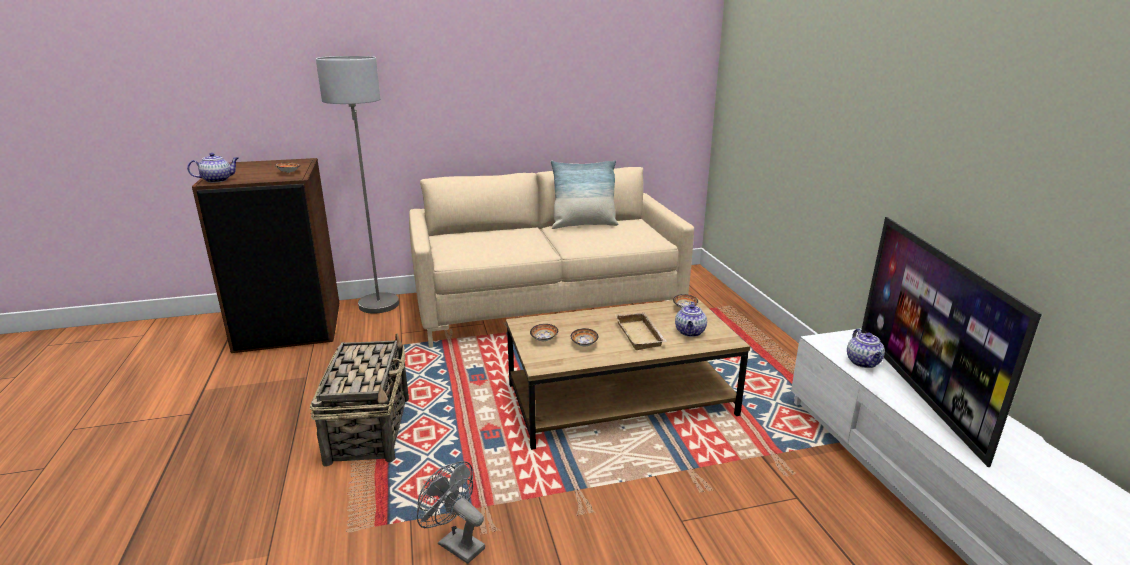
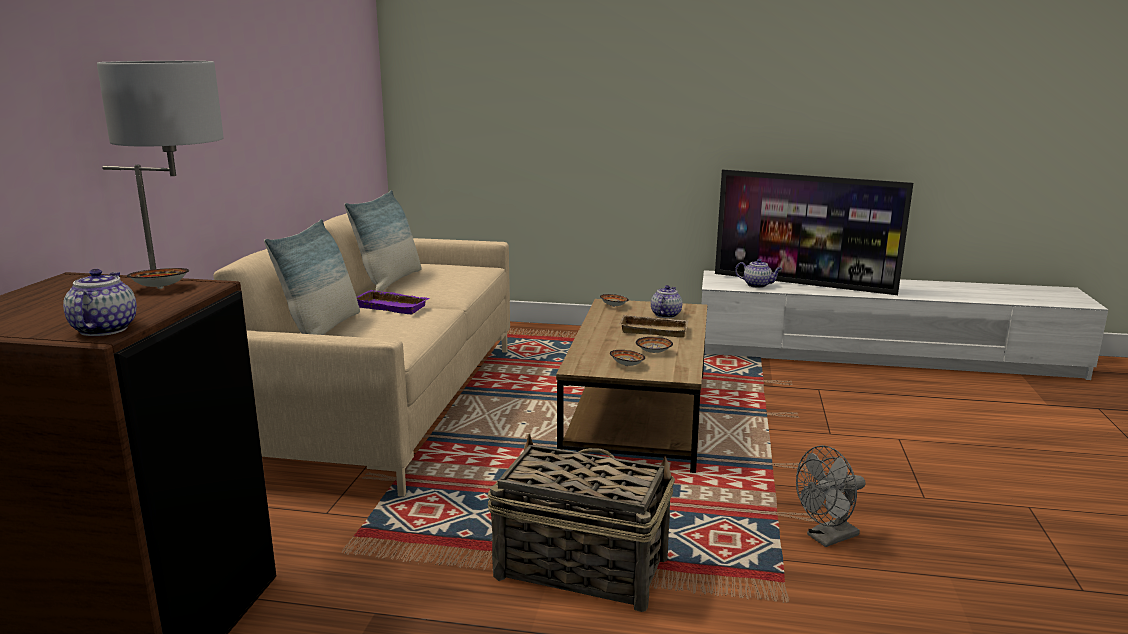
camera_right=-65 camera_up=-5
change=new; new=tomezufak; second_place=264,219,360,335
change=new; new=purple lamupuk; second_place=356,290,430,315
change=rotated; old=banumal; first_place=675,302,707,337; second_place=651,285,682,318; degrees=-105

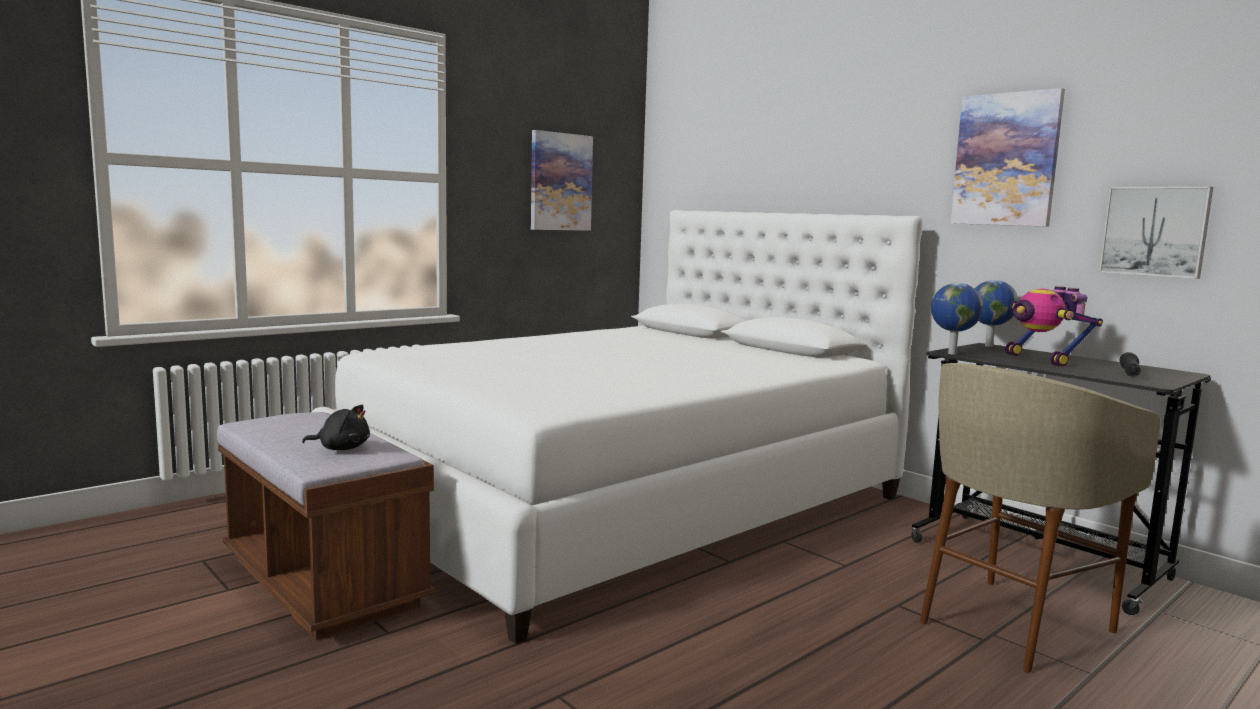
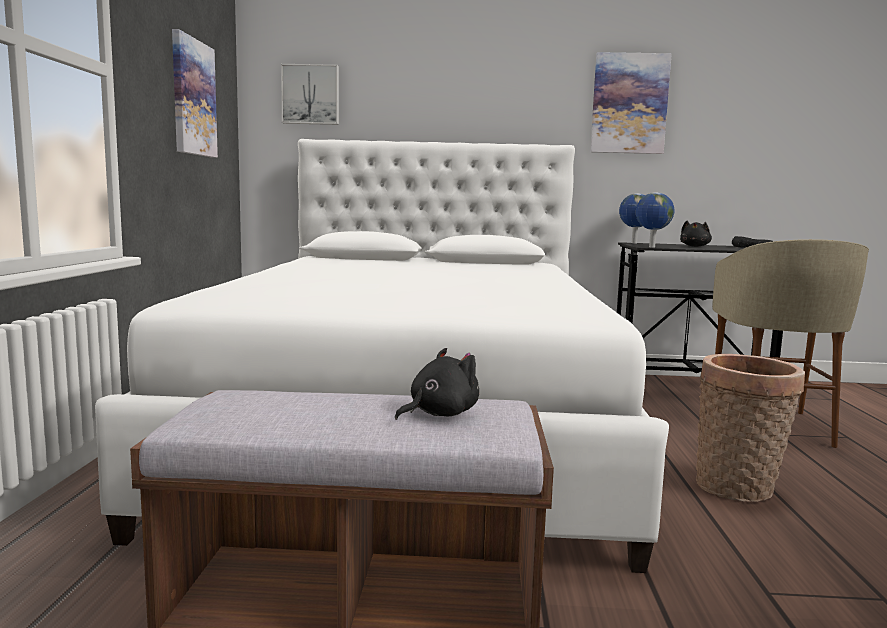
camera_right=-45 camera_up=0
change=new; new=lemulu; second_place=696,354,805,502
change=shifted; old=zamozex; first_place=1099,186,1213,279; second_place=281,64,339,125
change=swapped; old=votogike; new=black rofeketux; first_place=1005,286,1103,367; second_place=680,221,712,247

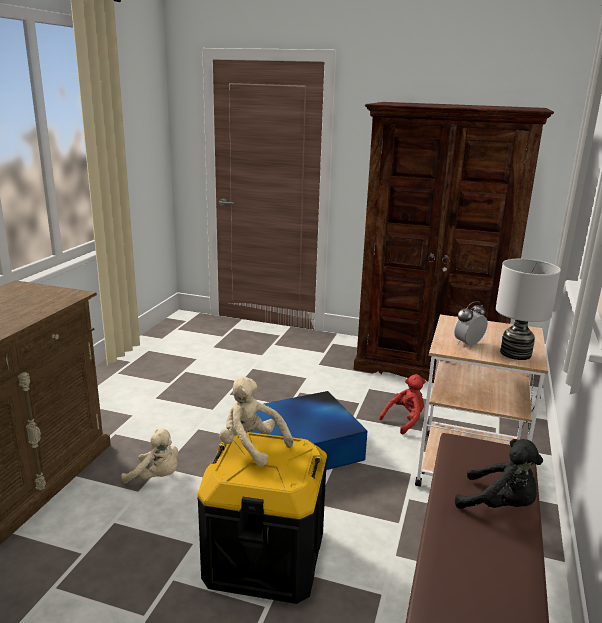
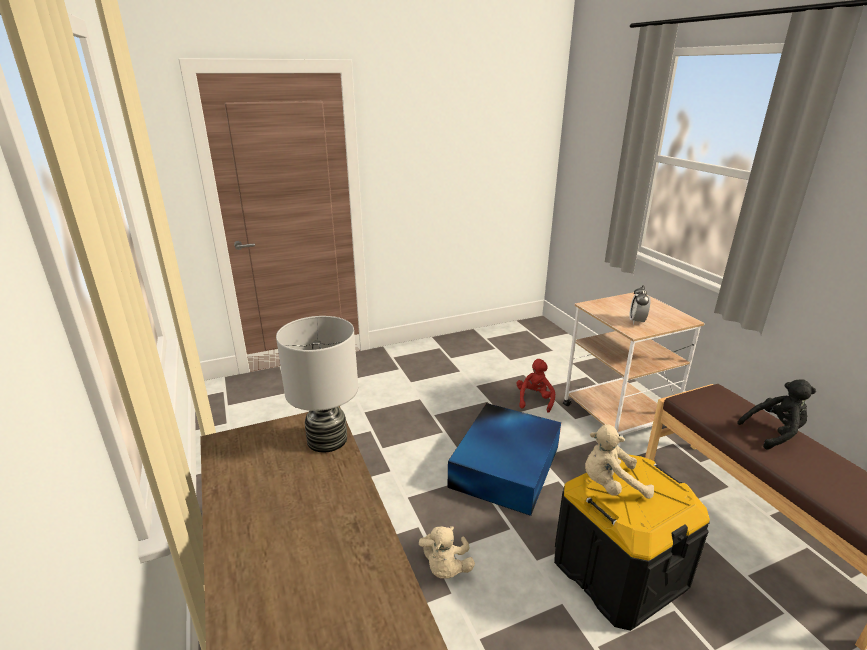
camera_right=-40 camera_up=5
change=gone; old=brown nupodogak; first_place=354,102,554,383
change=shifted; old=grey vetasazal; first_place=496,259,561,360; second_place=276,316,358,452
change=rotated; old=beige rofeketux; first_place=121,429,179,484; second_place=419,526,475,579; degrees=120

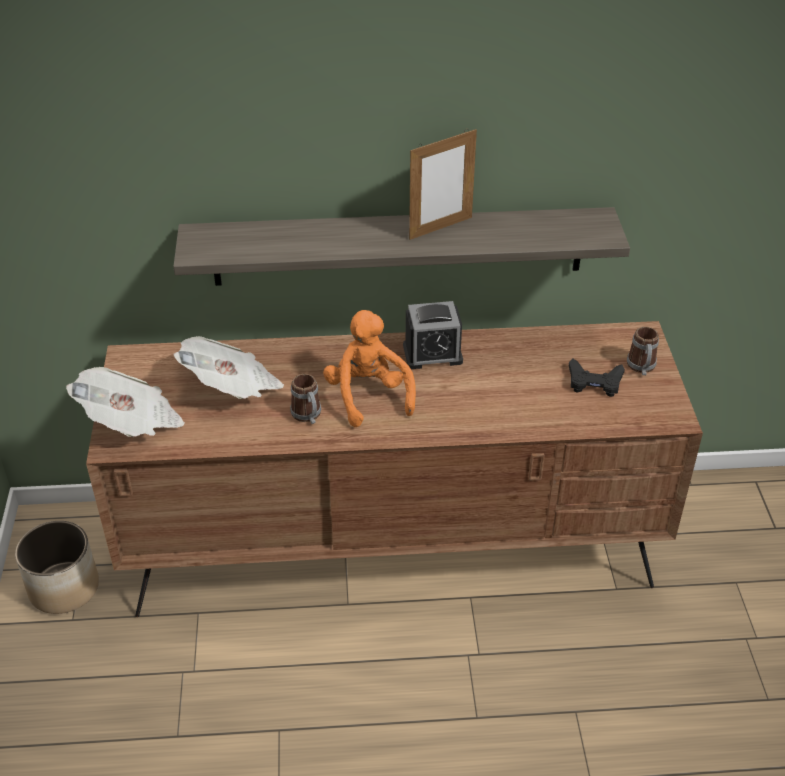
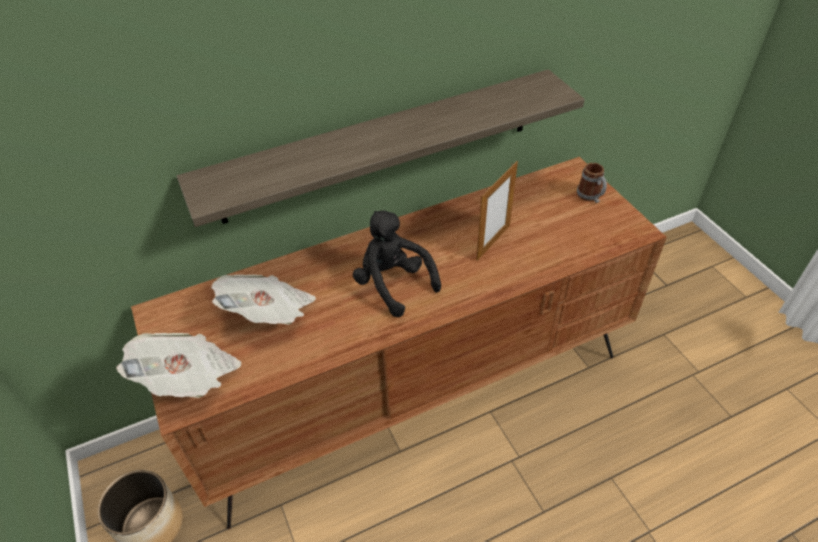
camera_right=-20 camera_up=5
change=gone; old=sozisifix; first_place=290,374,321,424
change=gone; old=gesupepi; first_place=403,301,463,369
change=gone; old=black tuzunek; first_place=569,358,625,397
change=shifted; old=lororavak; first_place=409,129,477,240; second_place=476,161,518,261
change=repainted; old=orange rofeketux; new=black rofeketux; first_place=323,310,416,427; second_place=353,210,441,317

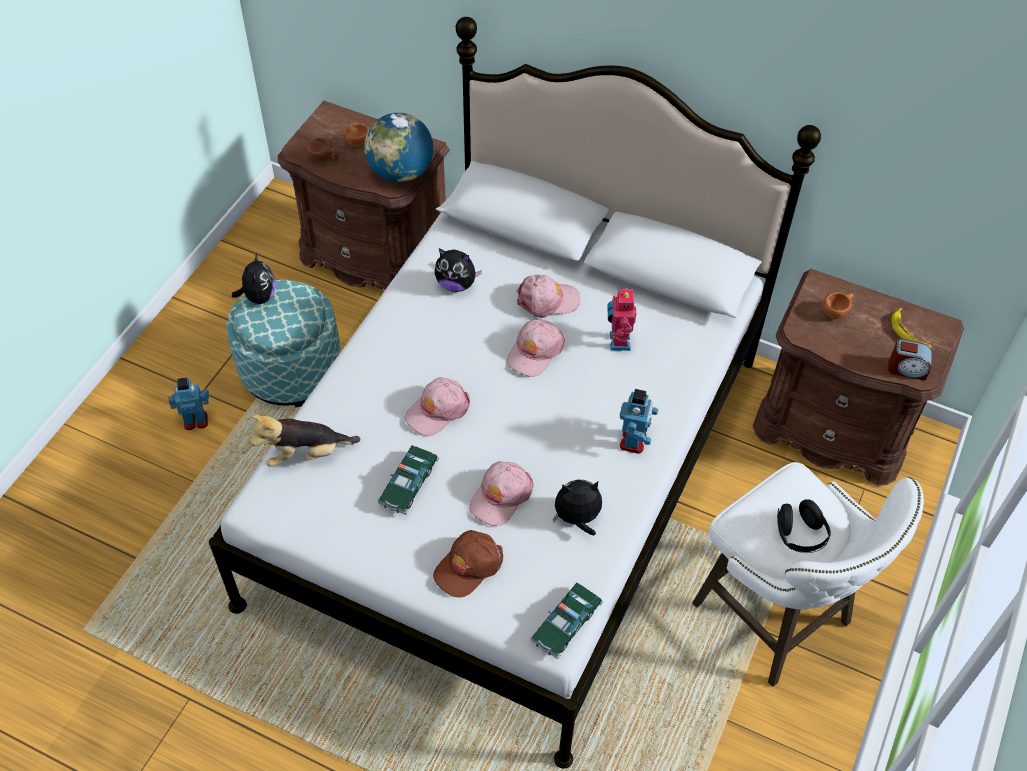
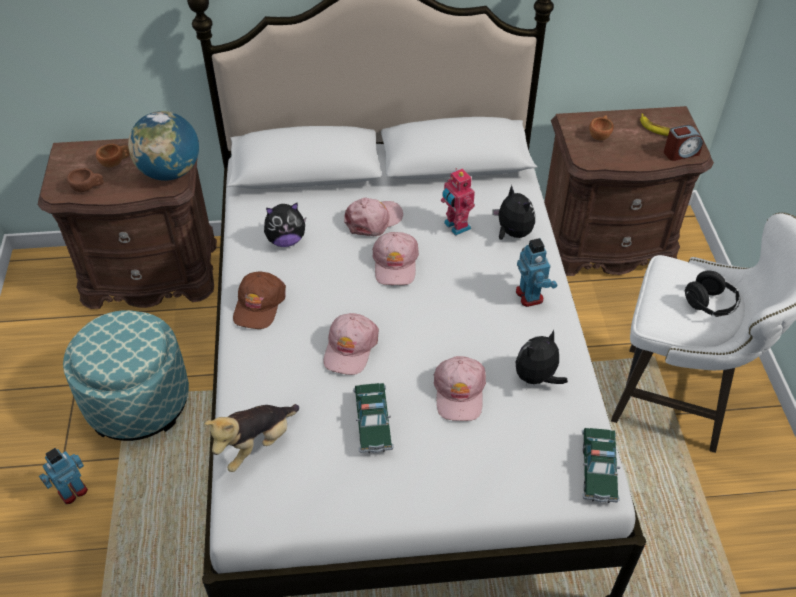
camera_right=-30 camera_up=-5
change=shifted; old=rofeketux; first_place=232,253,276,304; second_place=493,185,535,240
change=shifted; old=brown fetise; first_place=433,530,503,597; second_place=233,272,286,329

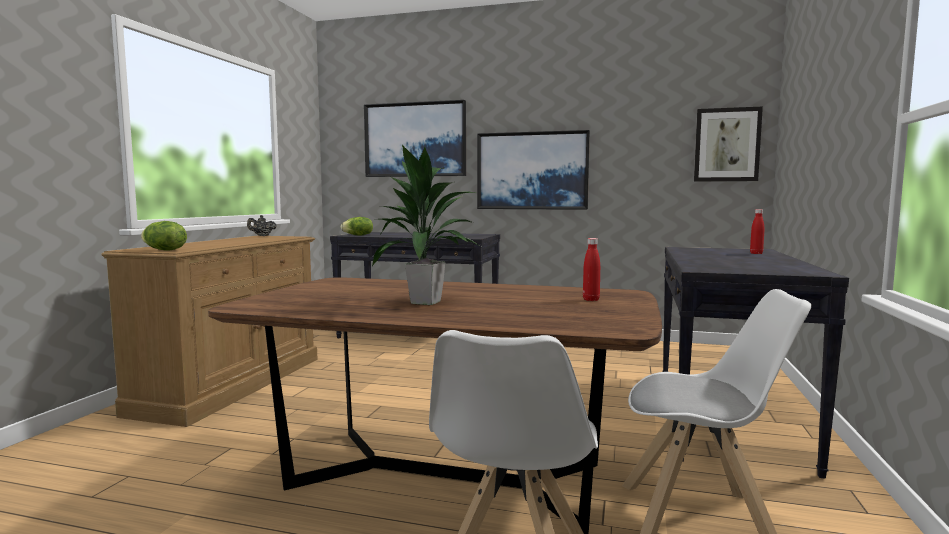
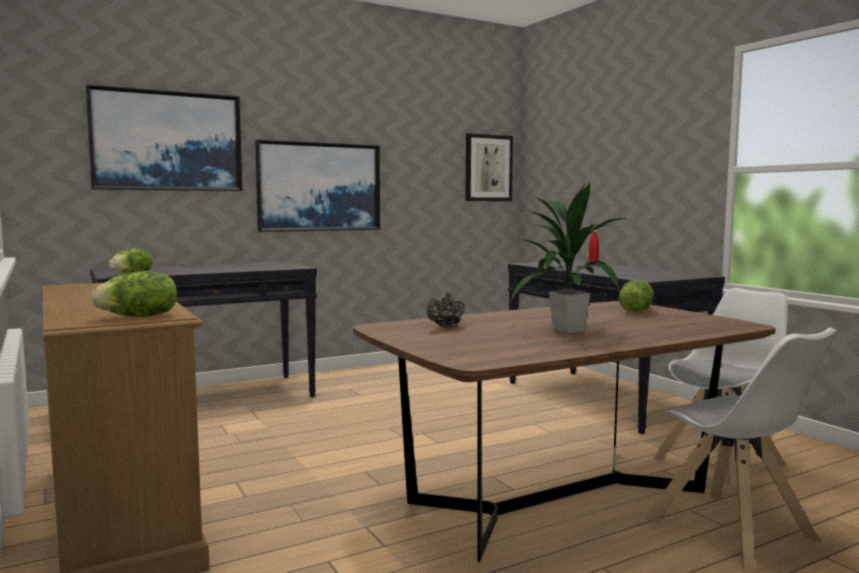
camera_right=-45 camera_up=0
change=shifted; old=black banumal; first_place=247,215,277,236; second_place=426,293,466,328
change=swapped; old=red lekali; new=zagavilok; first_place=583,238,600,301; second_place=619,280,654,313

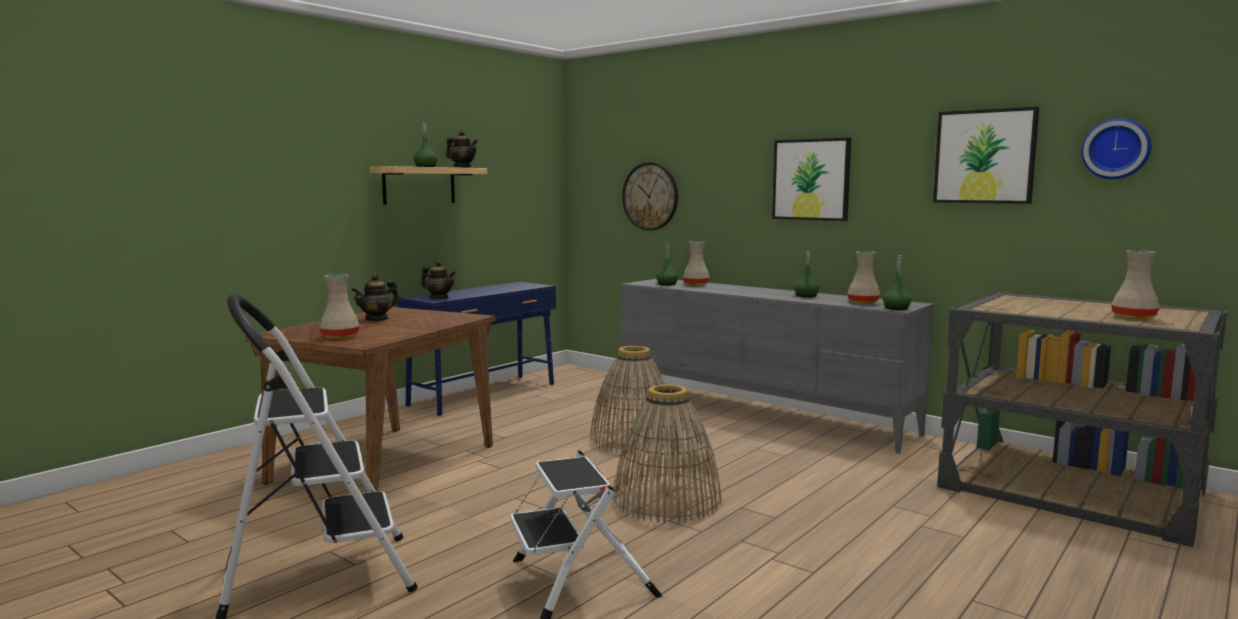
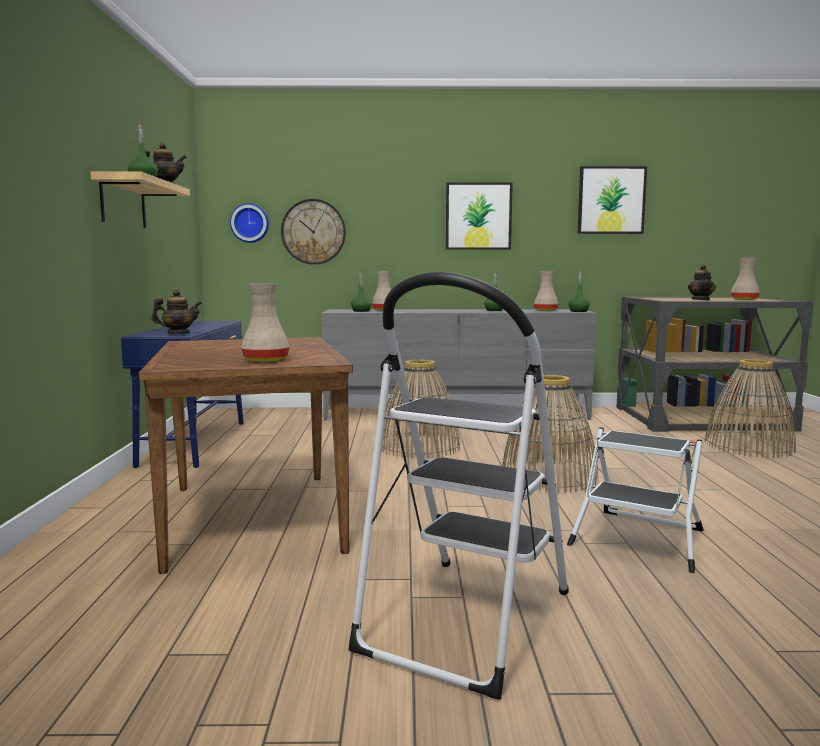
camera_right=-40 camera_up=0
change=new; new=lemulu; second_place=705,359,796,458
change=shifted; old=banumal; first_place=352,274,400,321; second_place=688,265,716,301
change=shifted; old=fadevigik; first_place=1081,118,1151,179; second_place=230,203,269,243

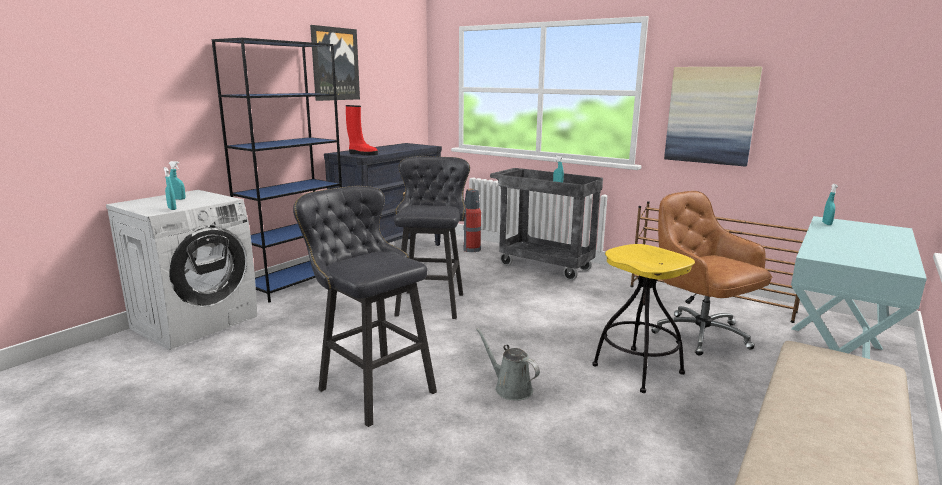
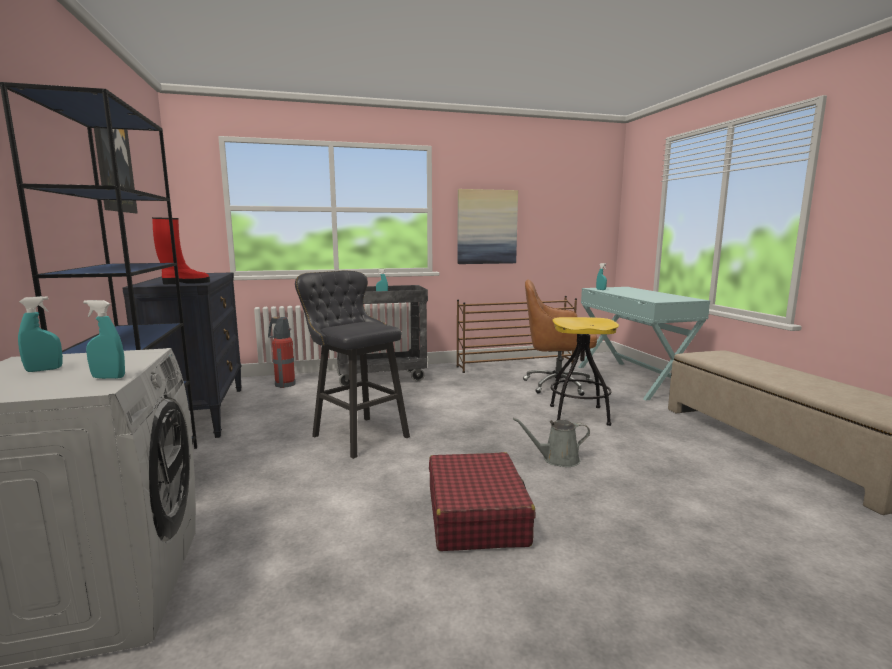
camera_right=-50 camera_up=-5
change=swapped; old=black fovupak; new=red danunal; first_place=293,186,437,427; second_place=429,452,536,551

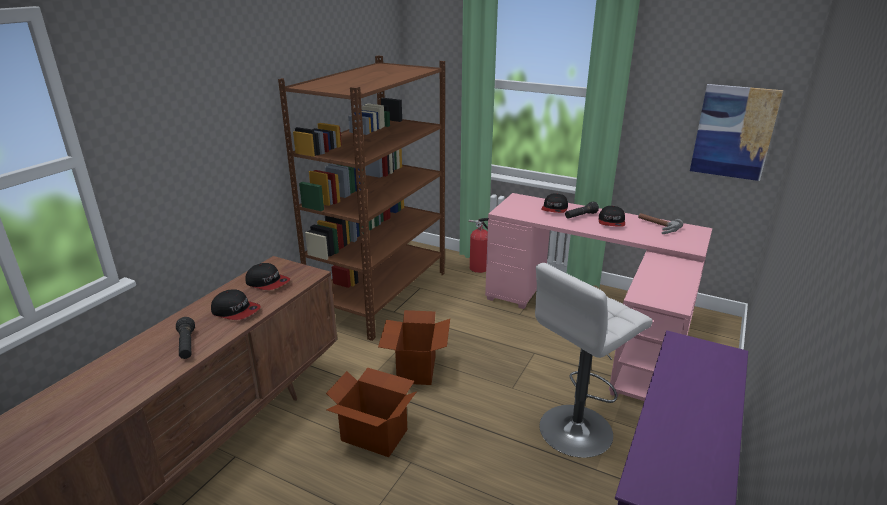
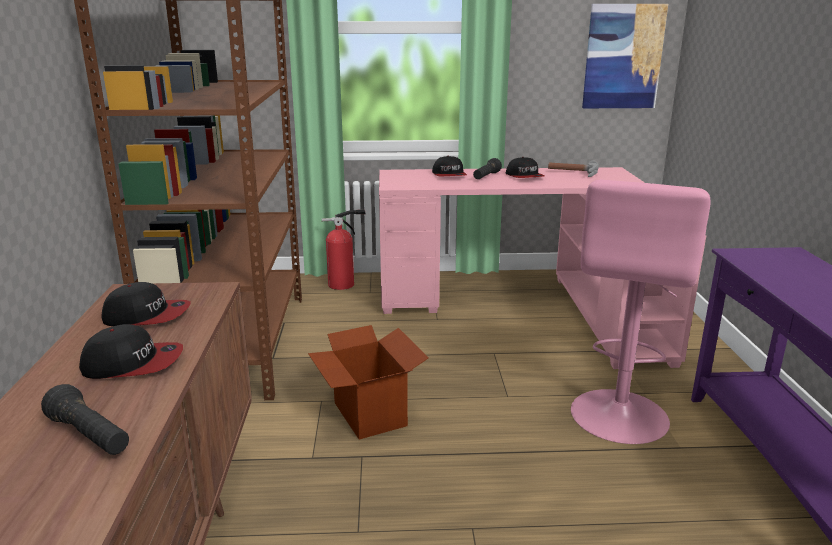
camera_right=-30 camera_up=-5
change=gone; old=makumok; first_place=326,367,417,457
change=repainted; old=white fovupak; new=pink fovupak; first_place=535,263,653,458; second_place=571,180,710,444

